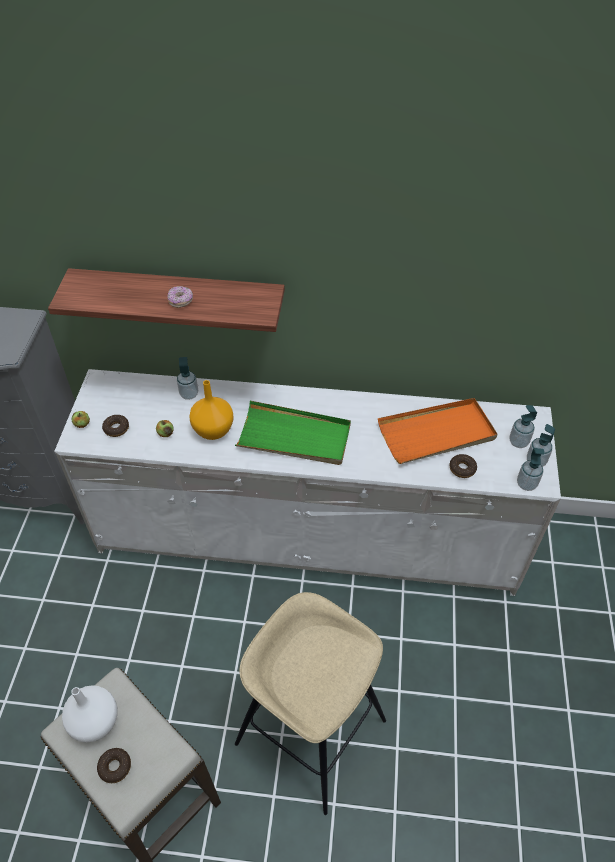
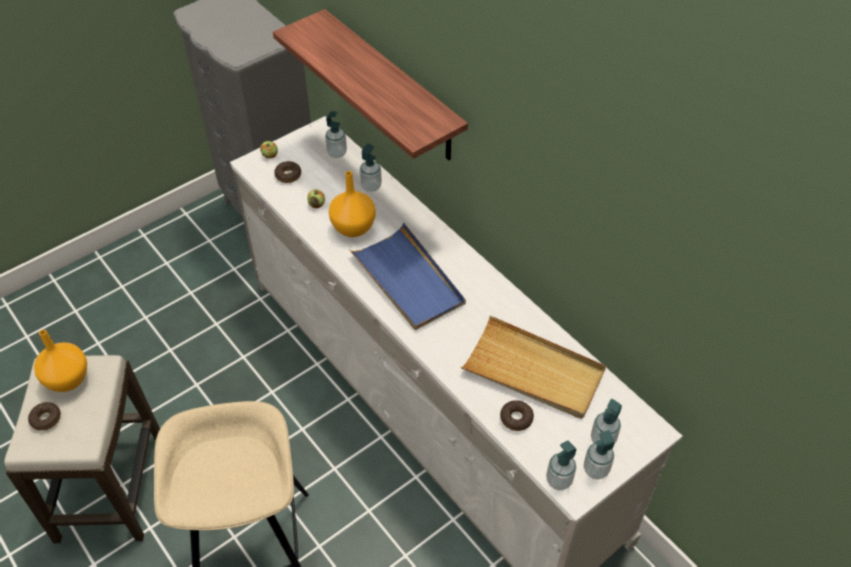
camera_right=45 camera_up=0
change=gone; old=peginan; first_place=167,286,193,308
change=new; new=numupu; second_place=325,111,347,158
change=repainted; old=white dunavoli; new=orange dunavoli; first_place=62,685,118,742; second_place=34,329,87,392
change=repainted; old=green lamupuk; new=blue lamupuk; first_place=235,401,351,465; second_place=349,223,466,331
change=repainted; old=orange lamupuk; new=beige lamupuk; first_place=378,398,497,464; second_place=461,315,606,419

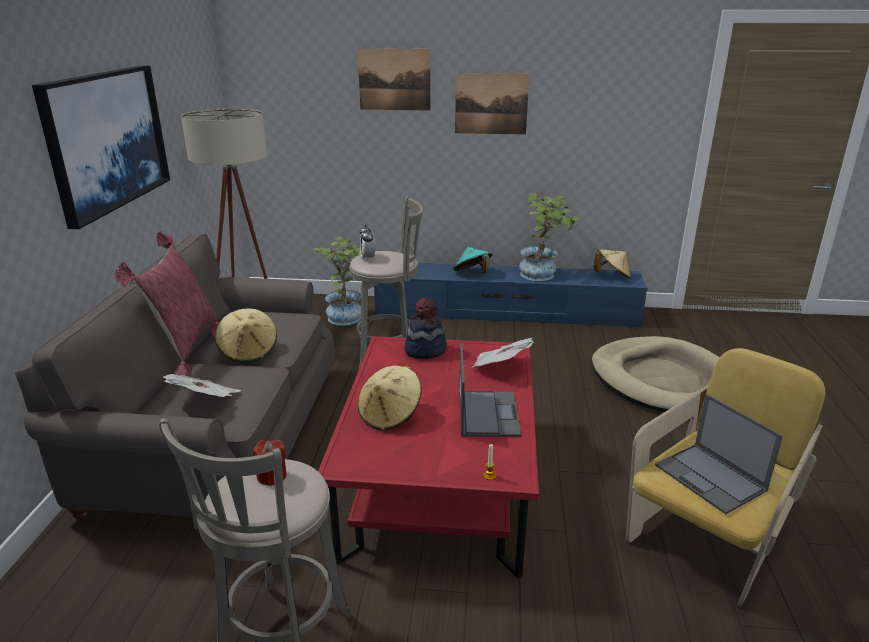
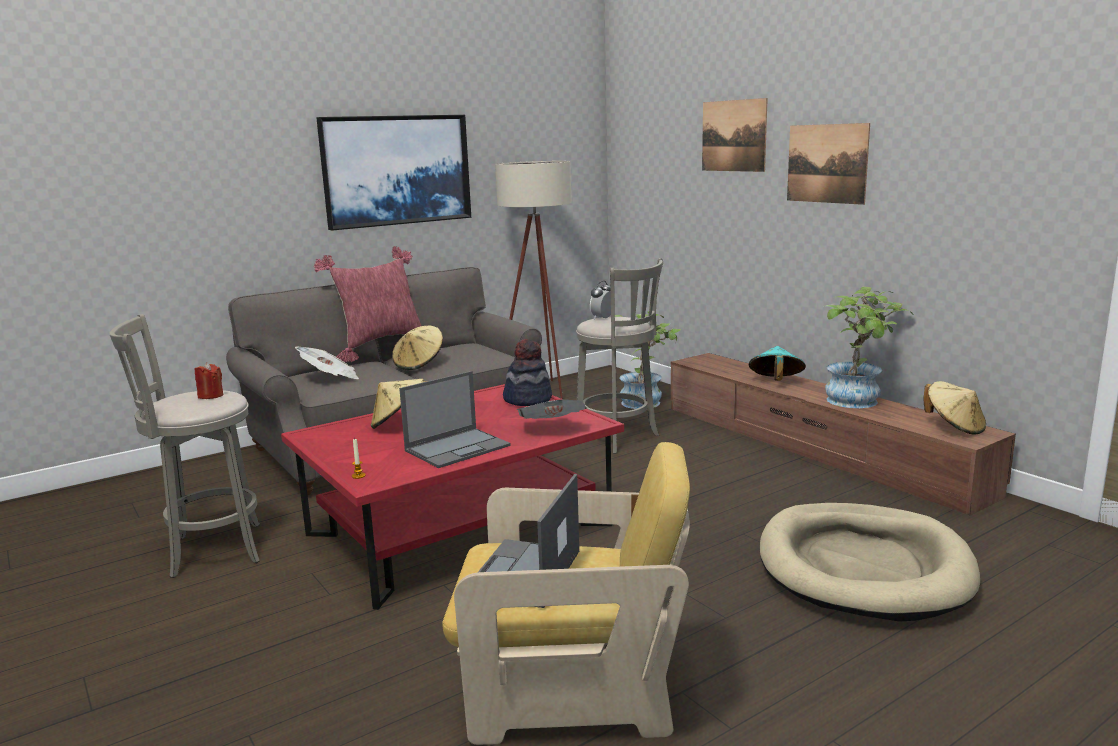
camera_right=50 camera_up=-10
change=repainted; old=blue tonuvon; new=brown tonuvon; first_place=374,263,647,327; second_place=670,353,1016,515

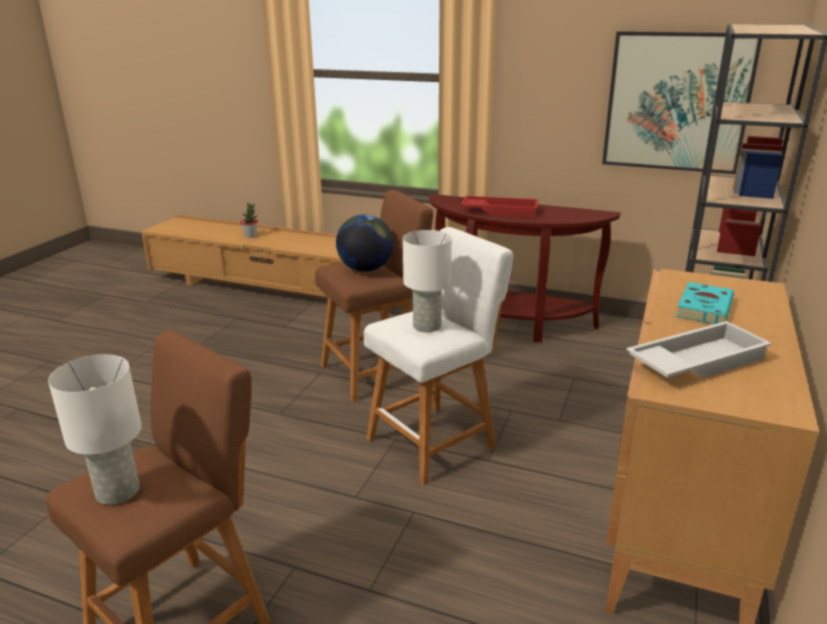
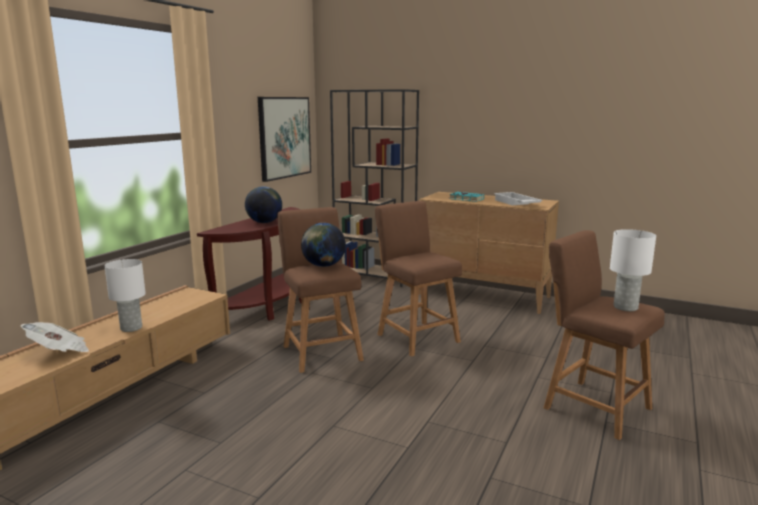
camera_right=-85 camera_up=-10
change=shifted; old=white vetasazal; first_place=403,230,452,332; second_place=104,259,146,332
change=swapped; old=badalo; new=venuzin; first_place=240,203,258,238; second_place=21,322,89,352
change=swapped; old=red lamupuk; new=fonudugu; first_place=461,196,538,217; second_place=245,186,282,223
change=repainted; old=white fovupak; new=brown fovupak; first_place=364,227,513,485; second_place=375,201,462,357

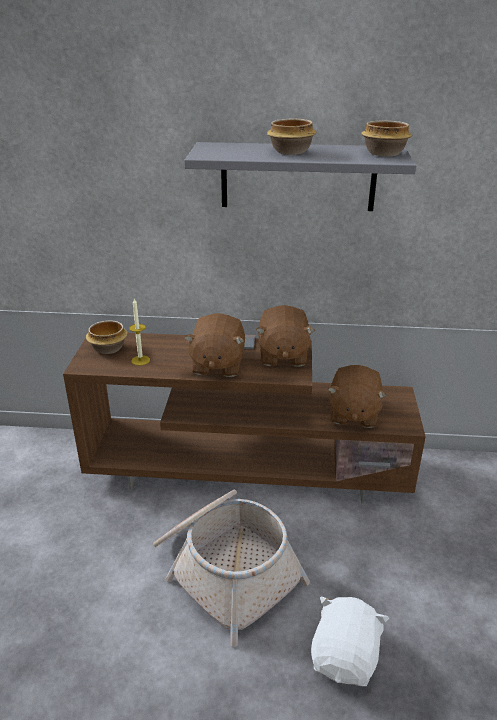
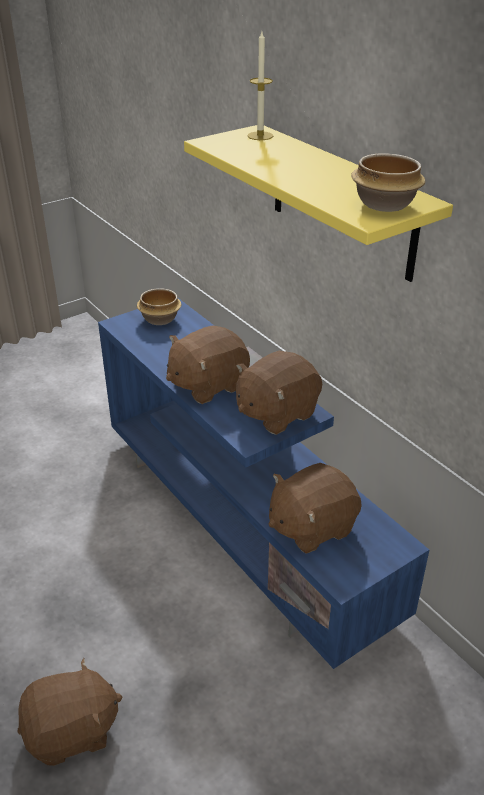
camera_right=50 camera_up=5
change=gone; old=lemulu; first_place=153,489,310,647
change=gone; old=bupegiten; first_place=267,119,317,155
change=shifted; old=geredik; first_place=129,299,150,366; second_place=247,32,273,140
change=repainted; old=brown tonuvon; new=blue tonuvon; first_place=63,333,426,504; second_place=98,297,429,669
change=repainted; old=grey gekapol; new=yellow gekapol; first_place=184,142,417,211; second_place=184,125,453,282
change=repainted; old=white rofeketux; new=brown rofeketux; first_place=311,596,389,686; second_place=18,658,123,766

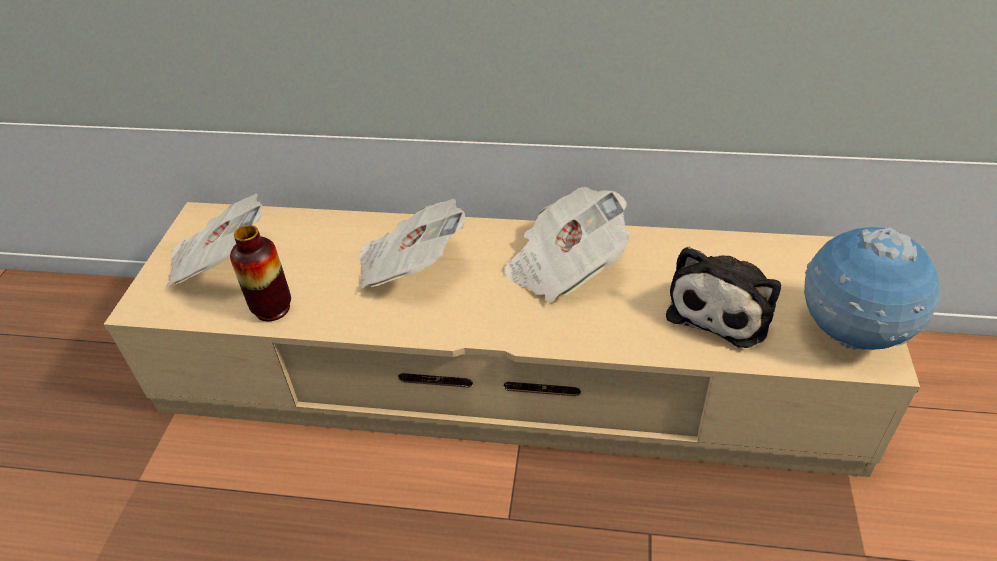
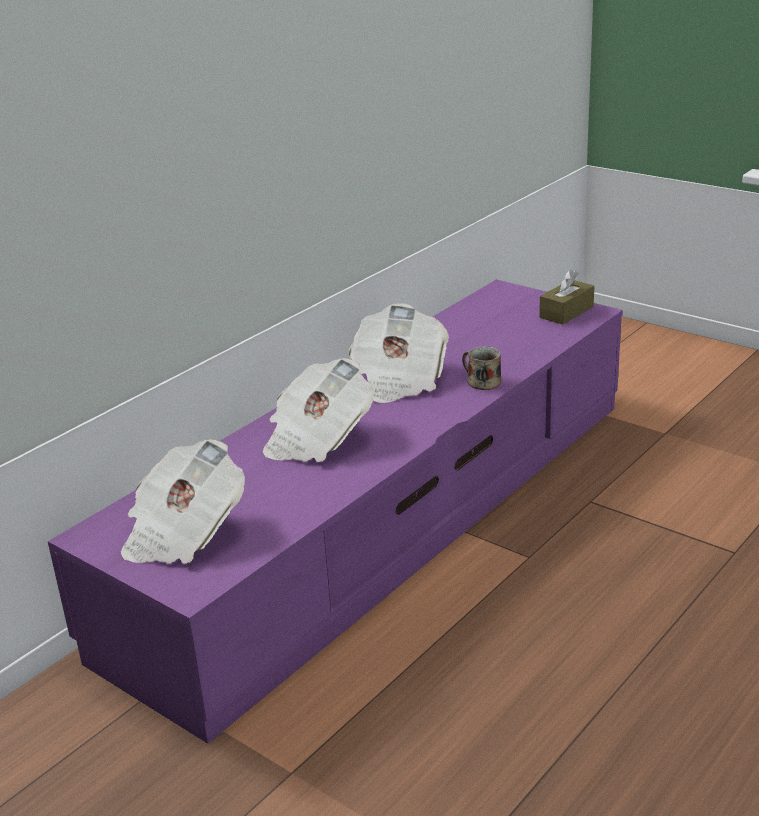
camera_right=-60 camera_up=-15
change=gone; old=dunavoli; first_place=230,225,291,321
change=gone; old=rofeketux; first_place=666,247,781,348
change=new; new=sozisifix; second_place=462,346,501,390
change=swapped; old=fonudugu; new=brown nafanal; first_place=804,227,940,350; second_place=539,270,594,325
change=repainted; old=beige tonuvon; new=purple tonuvon; first_place=103,202,920,477; second_place=48,280,623,744

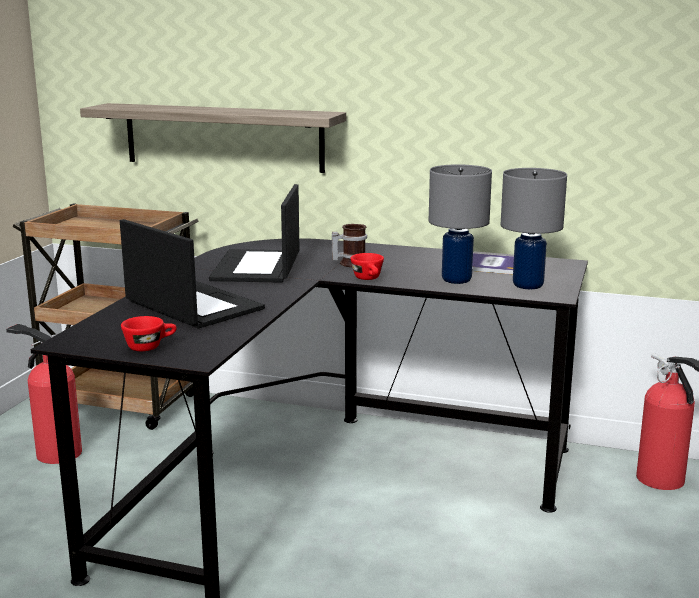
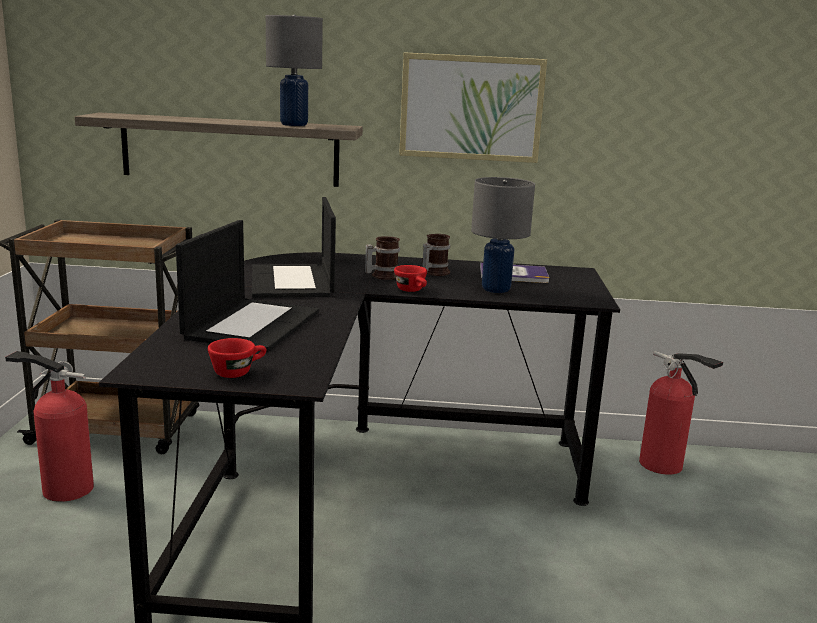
camera_right=-15 camera_up=0
change=new; new=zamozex; second_place=399,52,547,163
change=new; new=sozisifix; second_place=422,234,450,276
change=shifted; old=grey vetasazal; first_place=501,168,567,289; second_place=266,14,323,126
change=rotated; old=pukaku; first_place=120,219,265,329; second_place=176,220,319,352; degrees=75

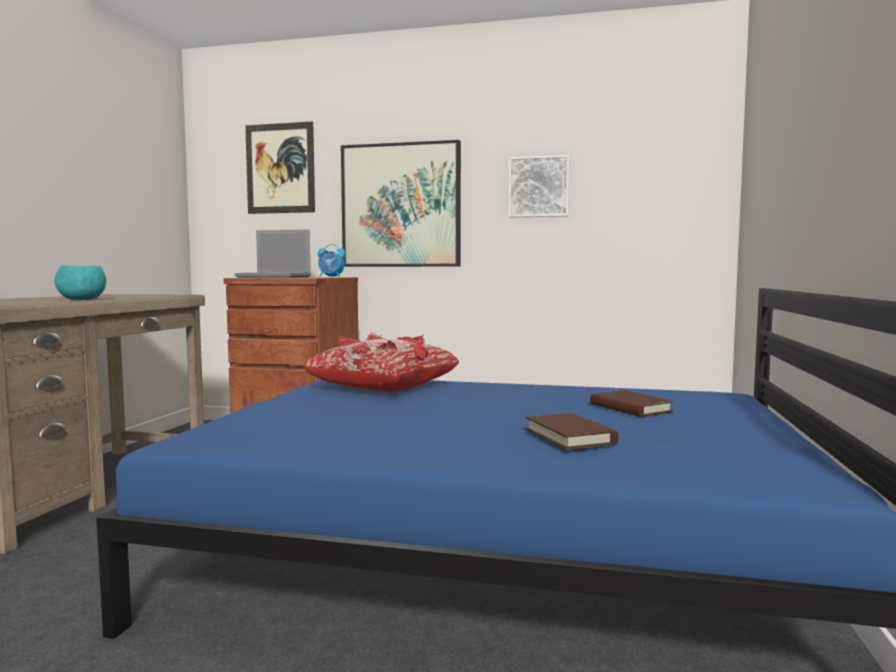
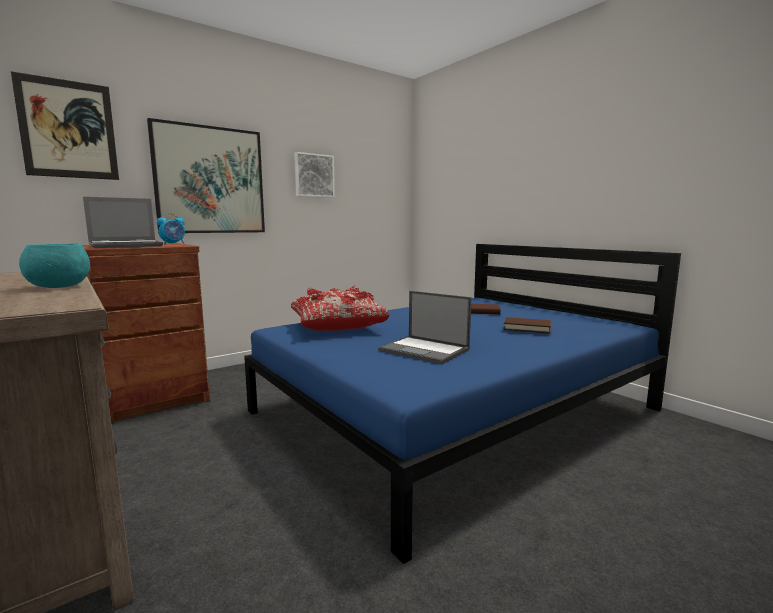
camera_right=-50 camera_up=5
change=new; new=pukaku; second_place=378,291,472,364

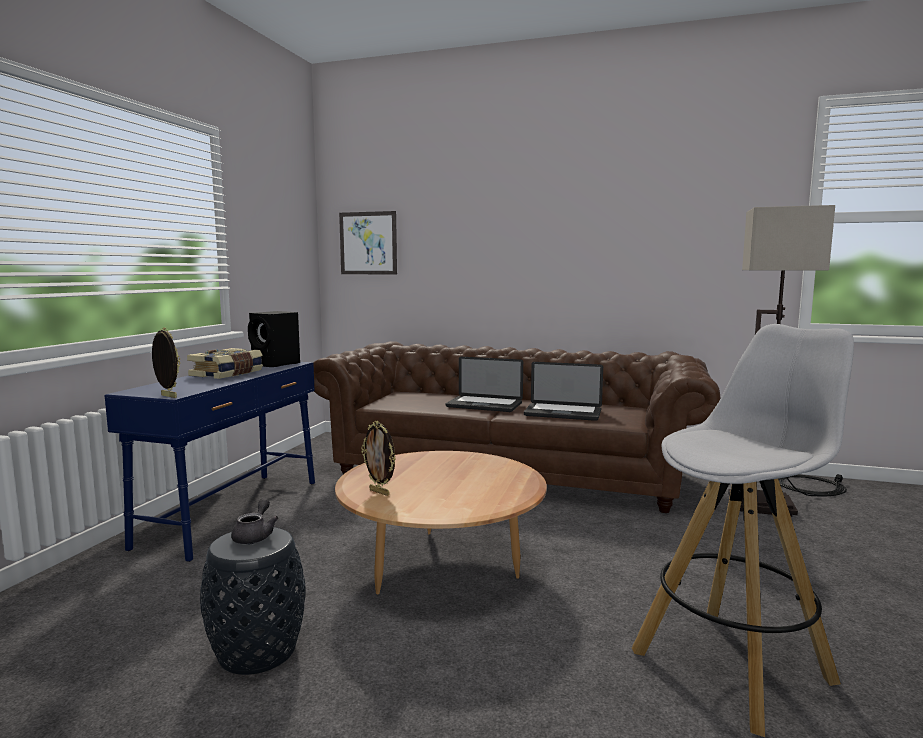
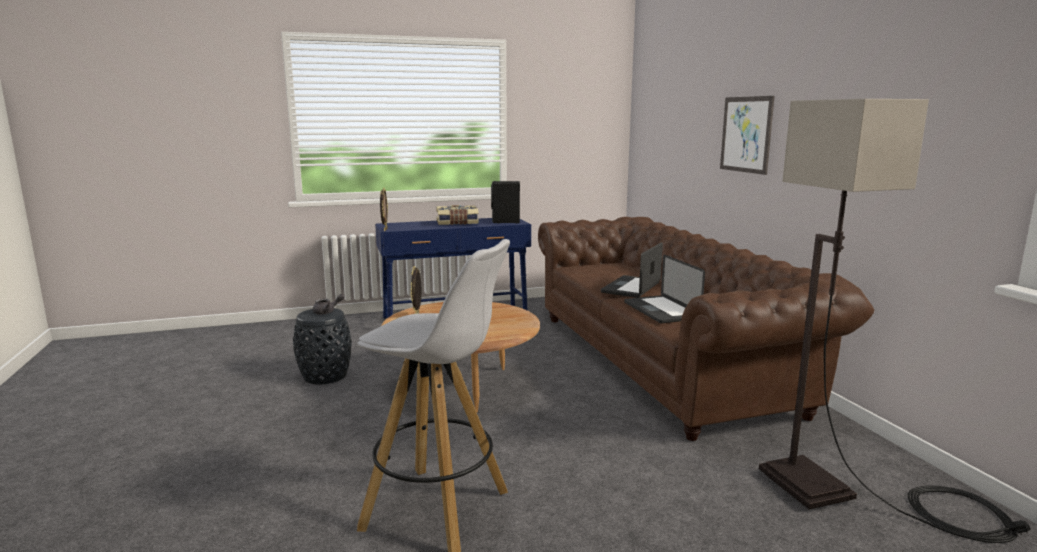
camera_right=55 camera_up=5
change=shifted; old=zamozex; first_place=339,211,397,274; second_place=720,96,775,175
change=rotated; old=pukaku; first_place=446,357,523,412; second_place=601,242,663,298; degrees=45

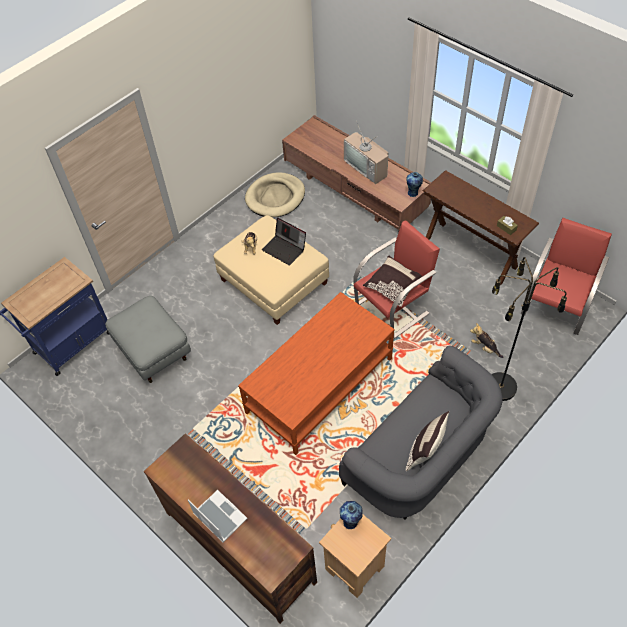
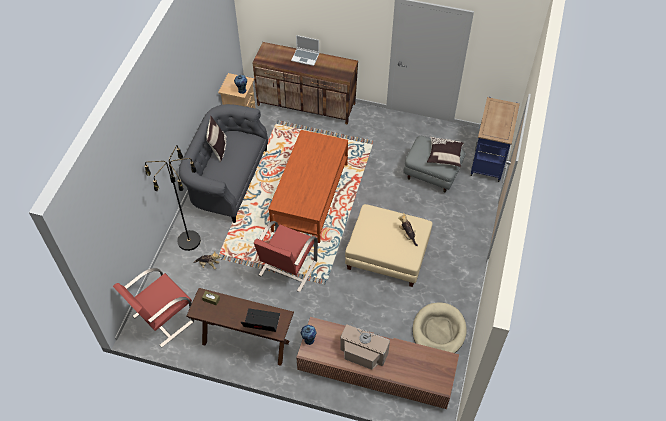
camera_right=150 camera_up=0
change=shifted; old=pukaku; first_place=262,217,306,266; second_place=241,308,280,332
change=shifted; old=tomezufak; first_place=363,256,423,307; second_place=427,137,464,167
change=rotated; old=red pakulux; first_place=521,218,612,335; second_place=113,268,194,348; degrees=45

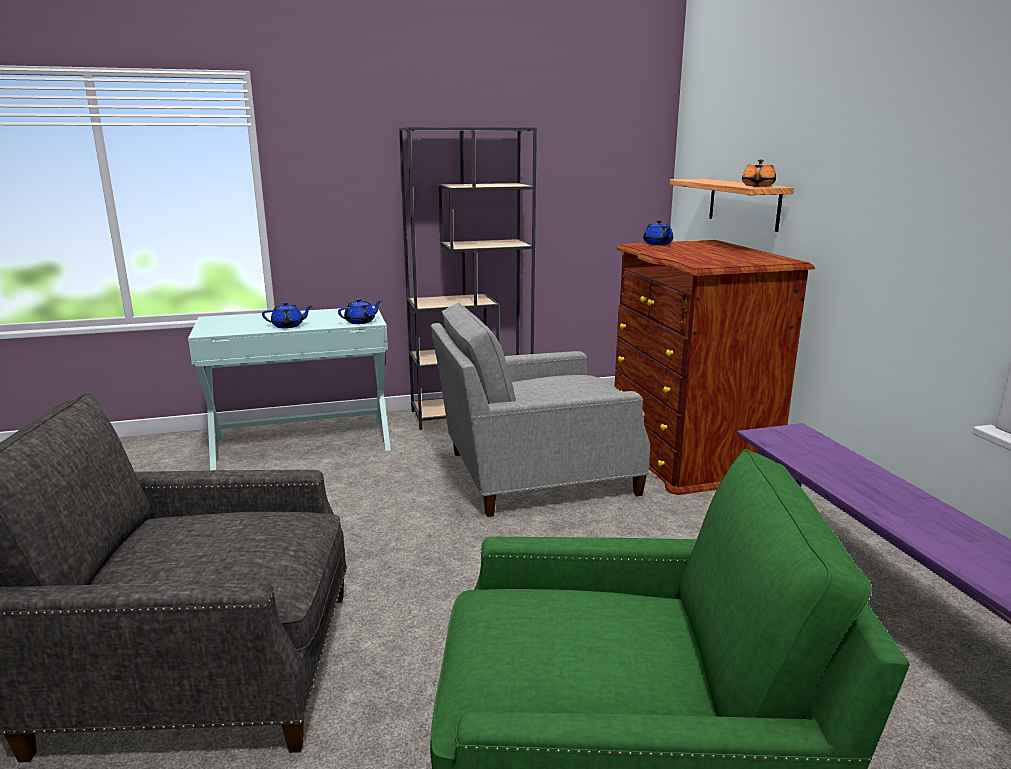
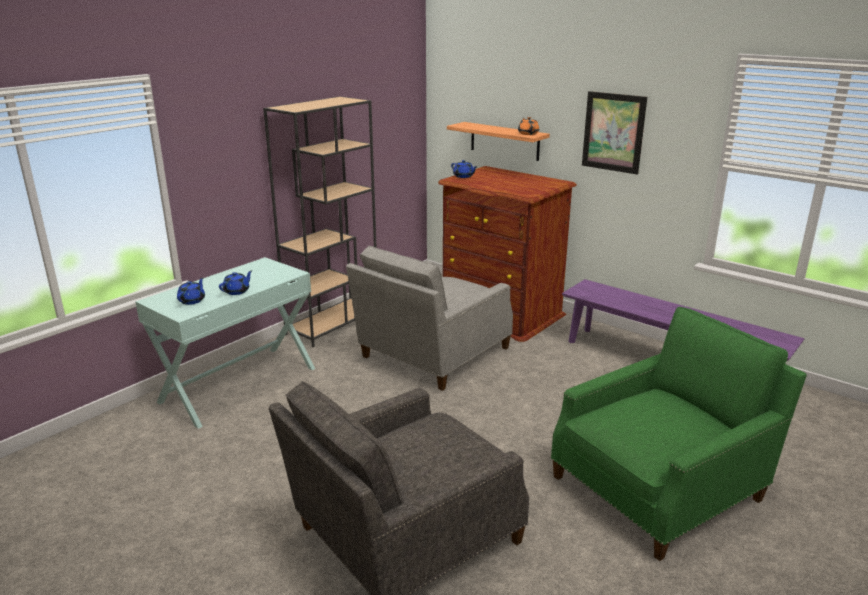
camera_right=-35 camera_up=5
change=new; new=zamozex; second_place=582,91,647,175
change=shifted; old=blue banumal; first_place=338,299,382,324; second_place=177,278,205,305

